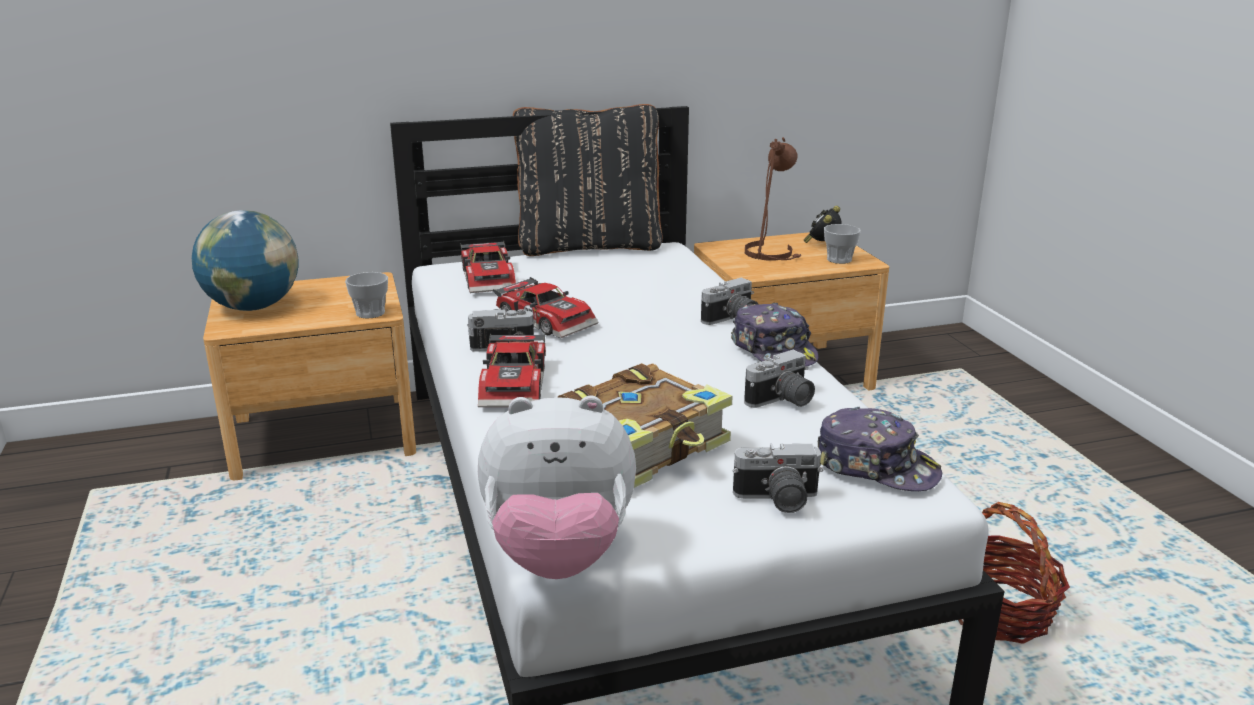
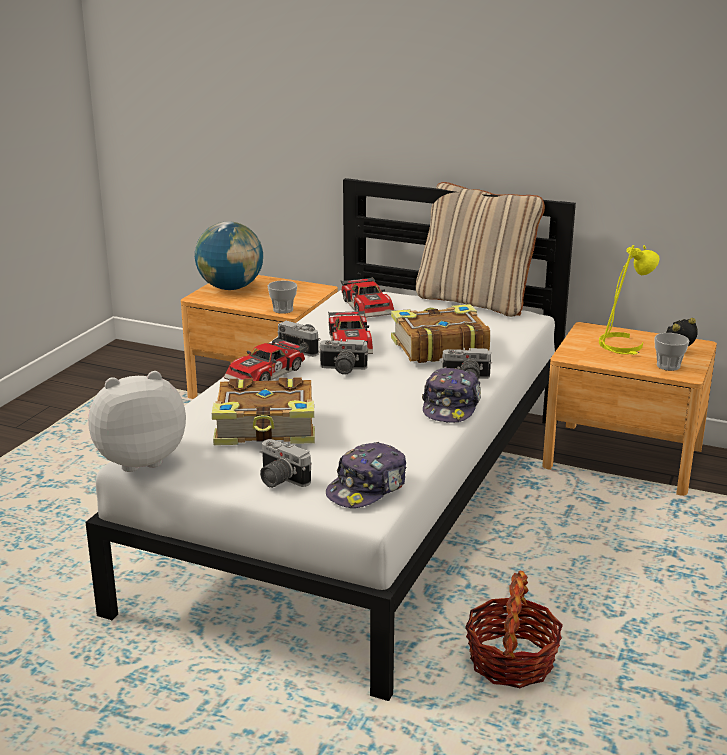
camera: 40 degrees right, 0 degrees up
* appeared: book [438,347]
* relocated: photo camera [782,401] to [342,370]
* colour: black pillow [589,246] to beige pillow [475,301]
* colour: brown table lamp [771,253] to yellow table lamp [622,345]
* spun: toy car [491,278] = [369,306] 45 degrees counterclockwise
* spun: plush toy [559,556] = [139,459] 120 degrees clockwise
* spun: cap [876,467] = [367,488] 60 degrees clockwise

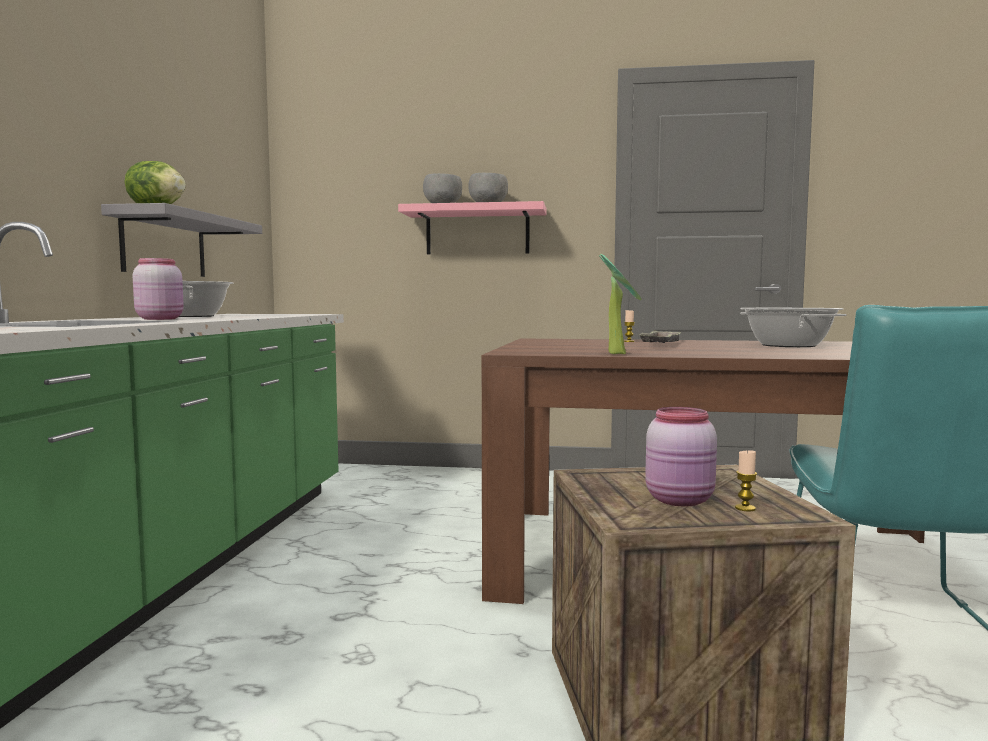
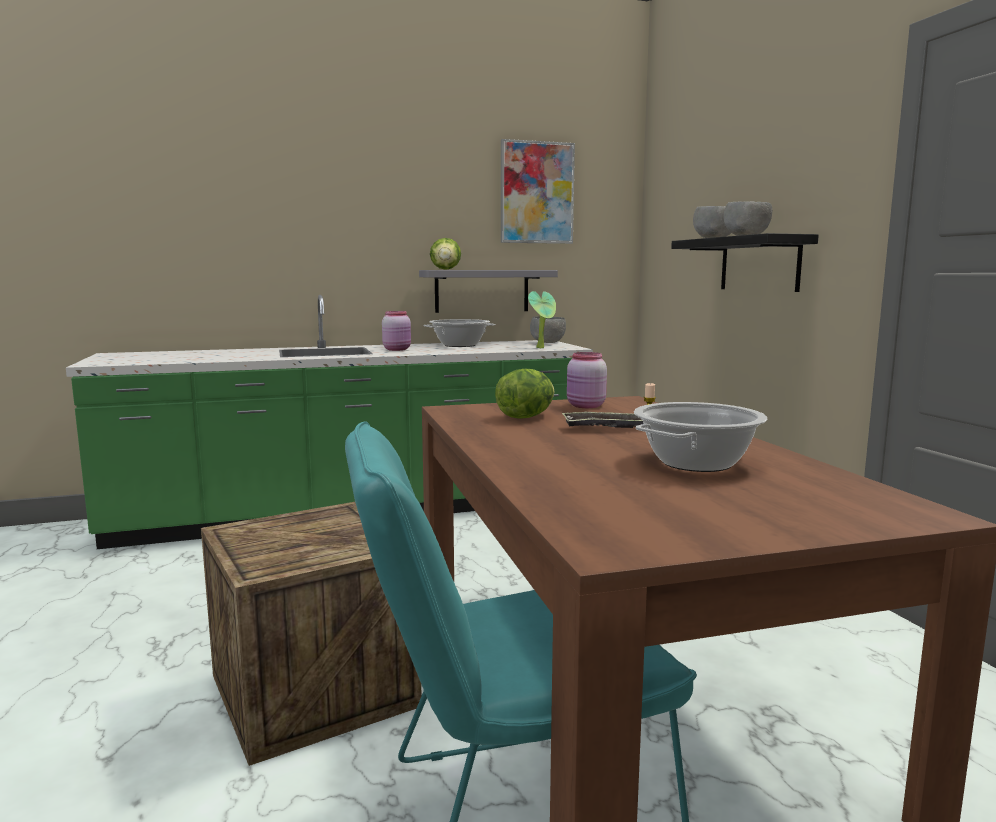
camera: 65 degrees right, 5 degrees up
* missing: candle [745,508]
* appeared: lettuce [526,417]
* appeared: picture [537,193]
* appeared: grey bowl [548,343]
* relocated: potted plant [619,353] to [542,348]
* relocated: pink jar [681,500] to [585,406]
* colour: pink shelf [477,231] to black shelf [759,264]

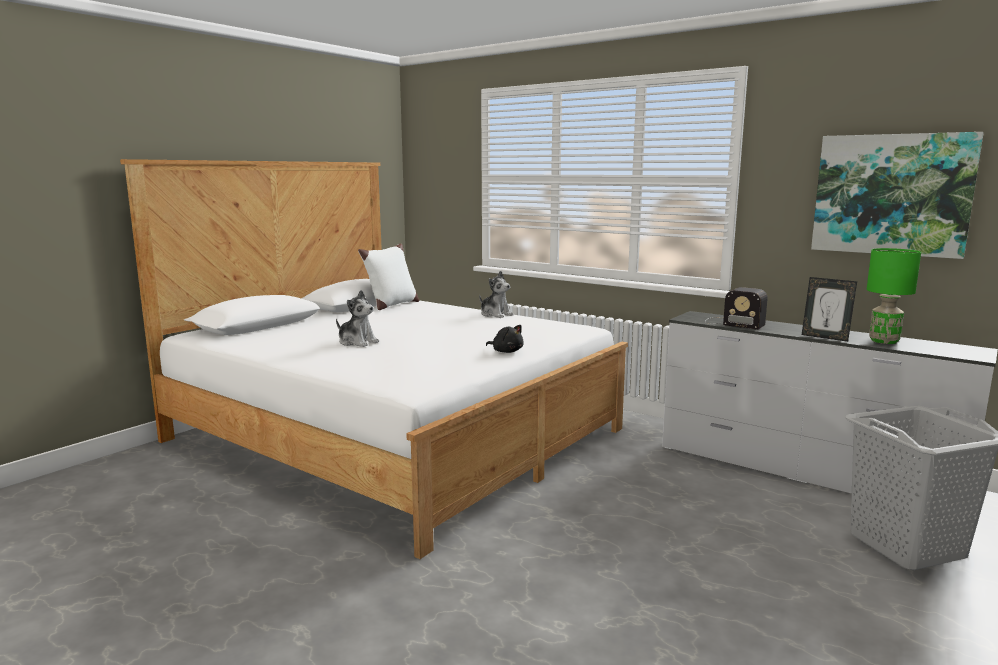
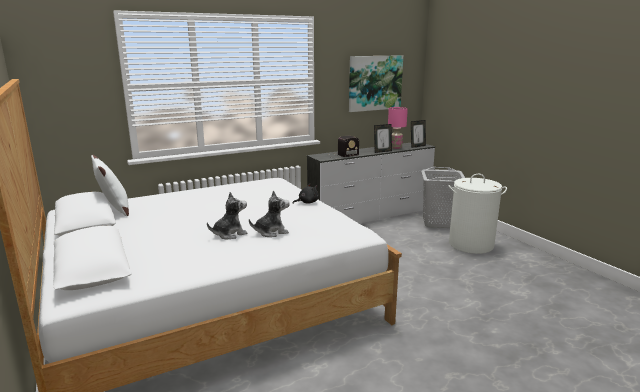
camera: 65 degrees left, 5 degrees up
* appeared: picture frame [417,146]
* appeared: white laundry basket [471,244]
* relocated: plush toy [495,314] to [271,232]
* colour: green table lamp [884,341] to pink table lamp [396,147]

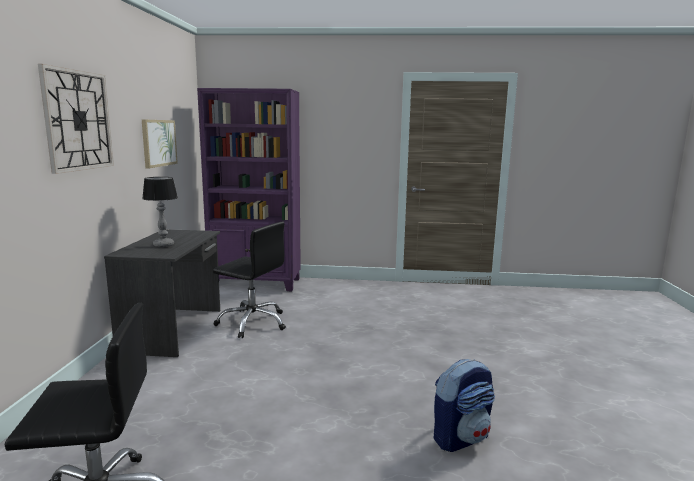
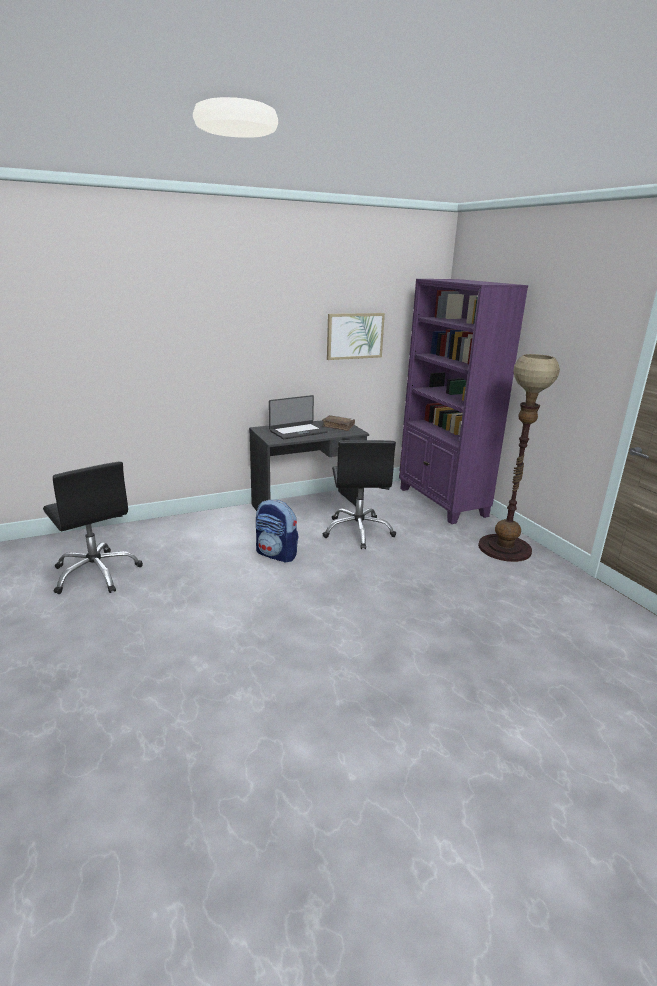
camera: 60 degrees right, 10 degrees up
* missing: wall clock [78,120]
* appeared: brown book [338,426]
* appeared: floor lamp [505,548]
* relocated: backpack [461,437] to [277,554]
* exchanged: table lamp [163,245] to laptop [298,431]

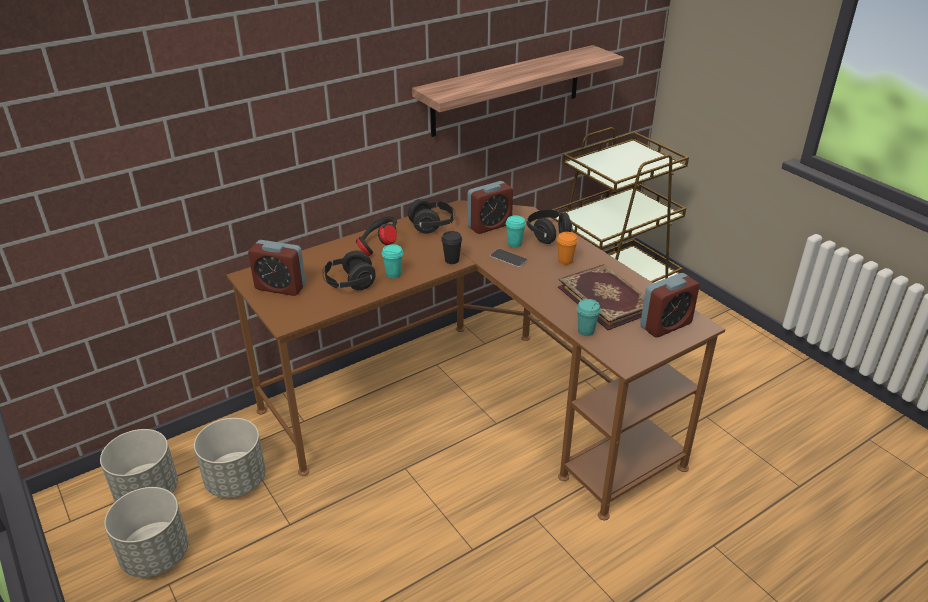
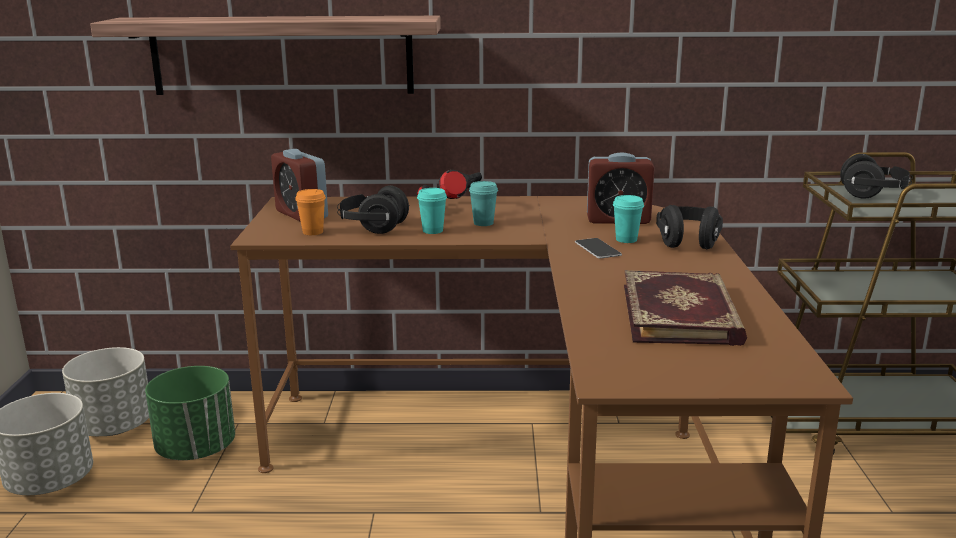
camera: 35 degrees right, 15 degrees down
* missing: black cup [452,260]
* missing: alarm clock [665,325]
* relocated: black headphones [432,226] to [873,194]
* relocated: shelf [507,90] to [282,55]
* relocated: orange cup [565,261] to [313,232]
* relocated: turquoise cup [586,331] to [483,223]
* colour: grey planter [236,480] to green planter [197,449]

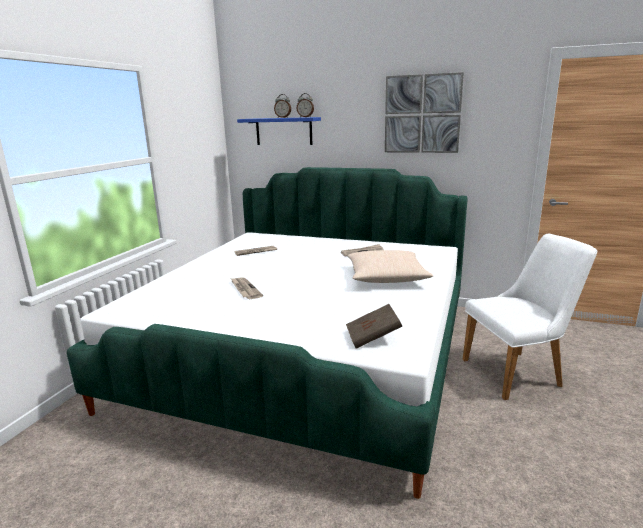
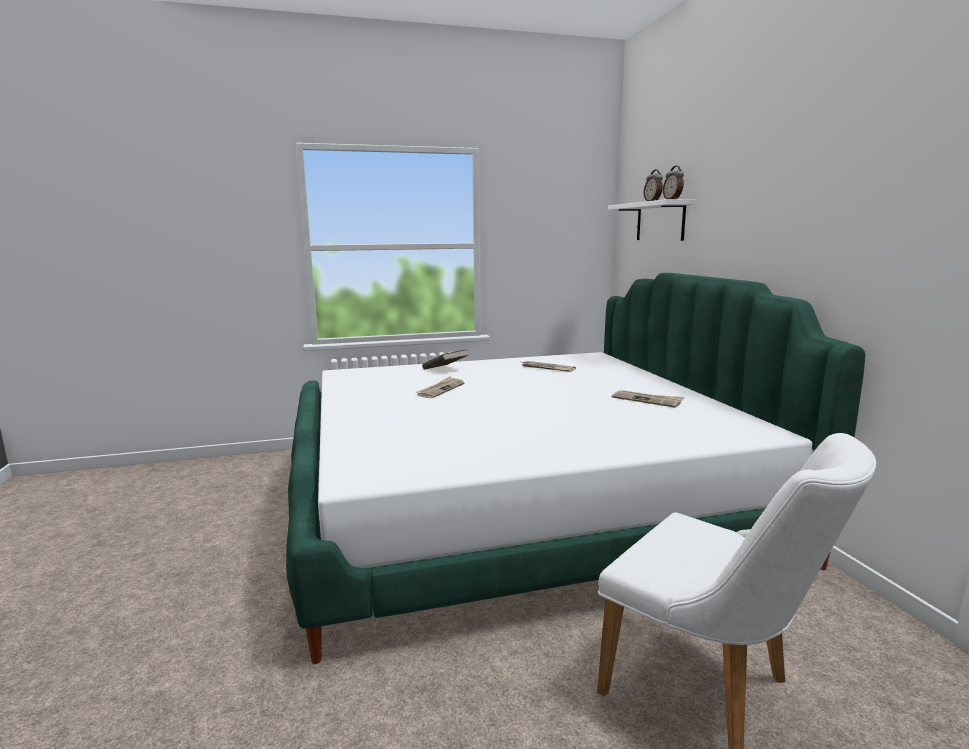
camera: 55 degrees right, 5 degrees down
* missing: beige pillow [386,277]
* missing: picture [422,114]
* relocated: brown book [373,338] to [445,370]
* colour: blue shelf [283,131] to white shelf [660,221]

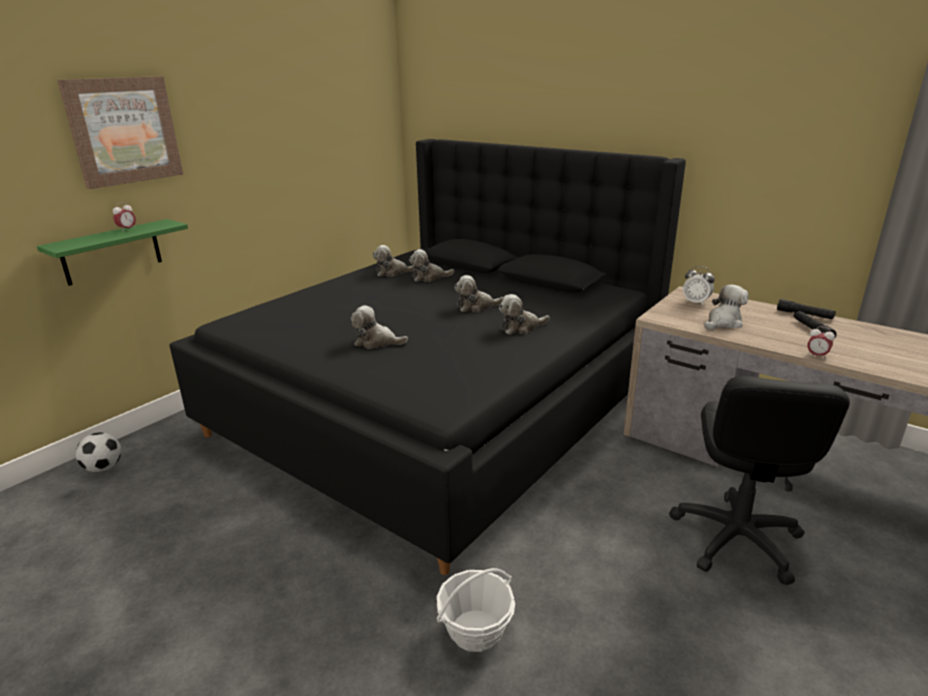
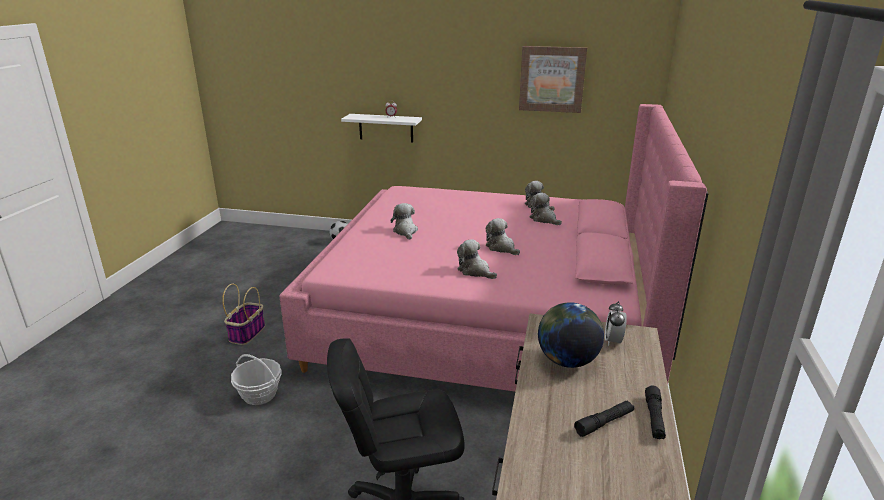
camera: 65 degrees right, 0 degrees up
* missing: alarm clock [816,356]
* appeared: basket [247,333]
* relocated: picture [123,131] to [552,79]
* exchanged: plush toy [723,323] to globe [567,361]
* colour: green shelf [111,252] to white shelf [386,128]
* colour: black bed [442,406] to pink bed [488,319]

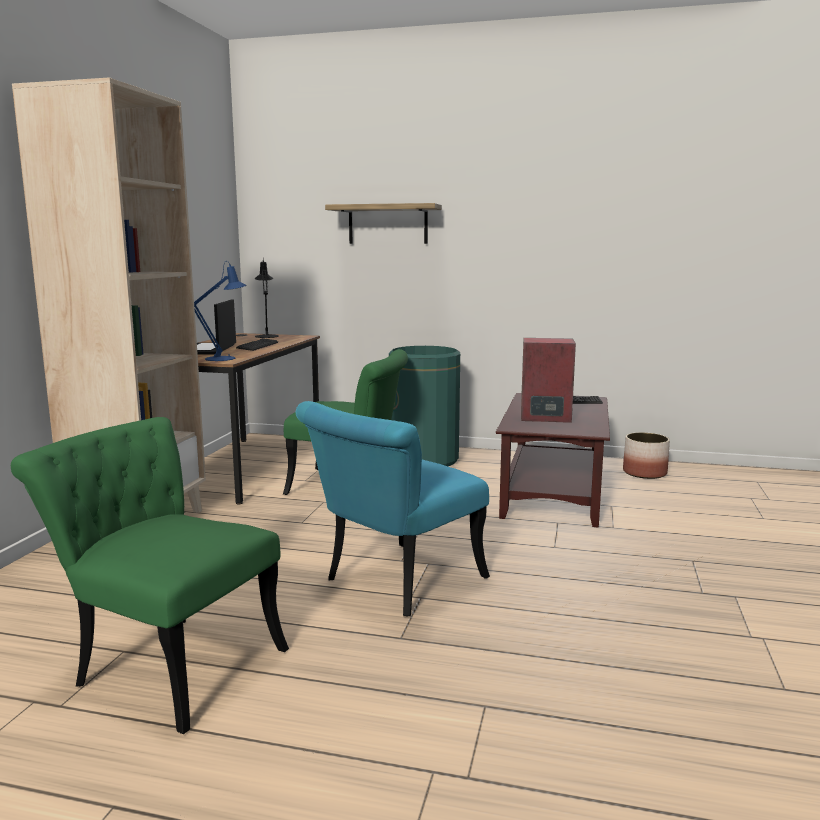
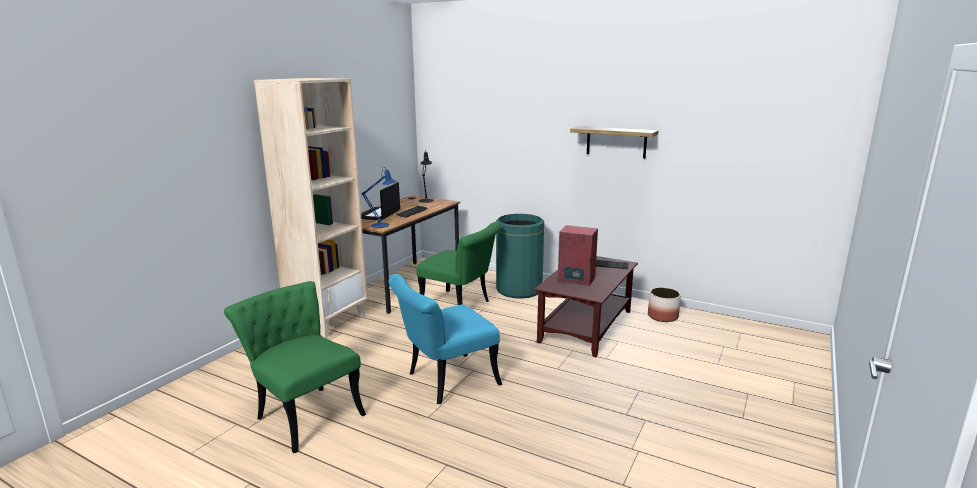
camera: 15 degrees right, 5 degrees up
* relocated: shelf [388,224] to [616,142]

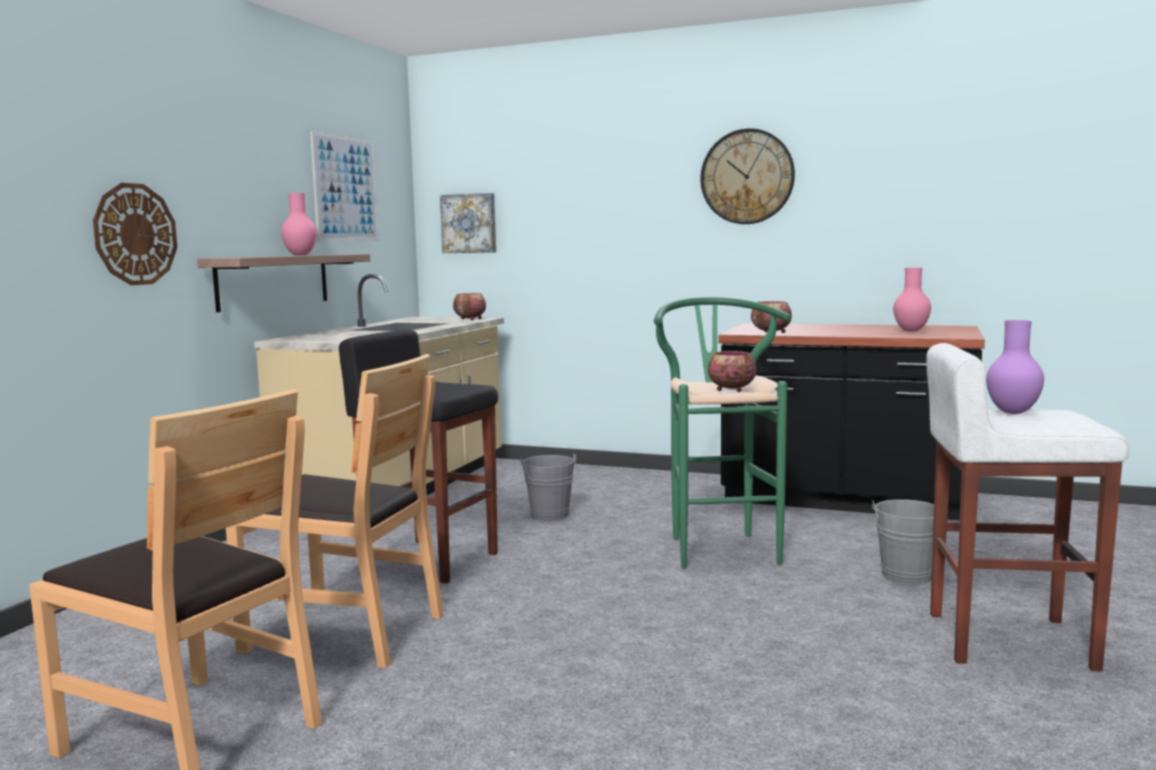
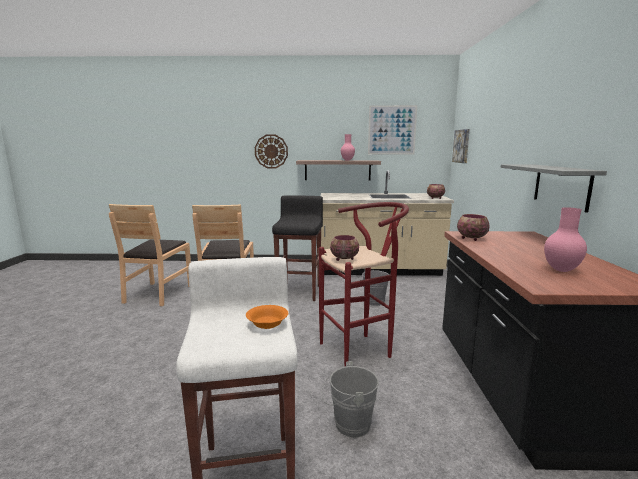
camera: 70 degrees right, 5 degrees up
* missing: wall clock [747,177]
* appeared: grey shelf [561,186]
* exchanged: purple vase [1012,412] to orange bowl [267,324]
* colour: green stool [719,547] to red stool [361,350]

